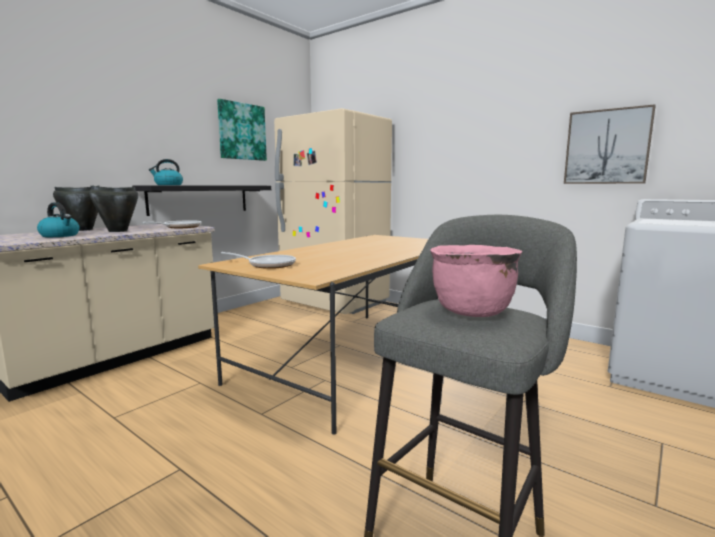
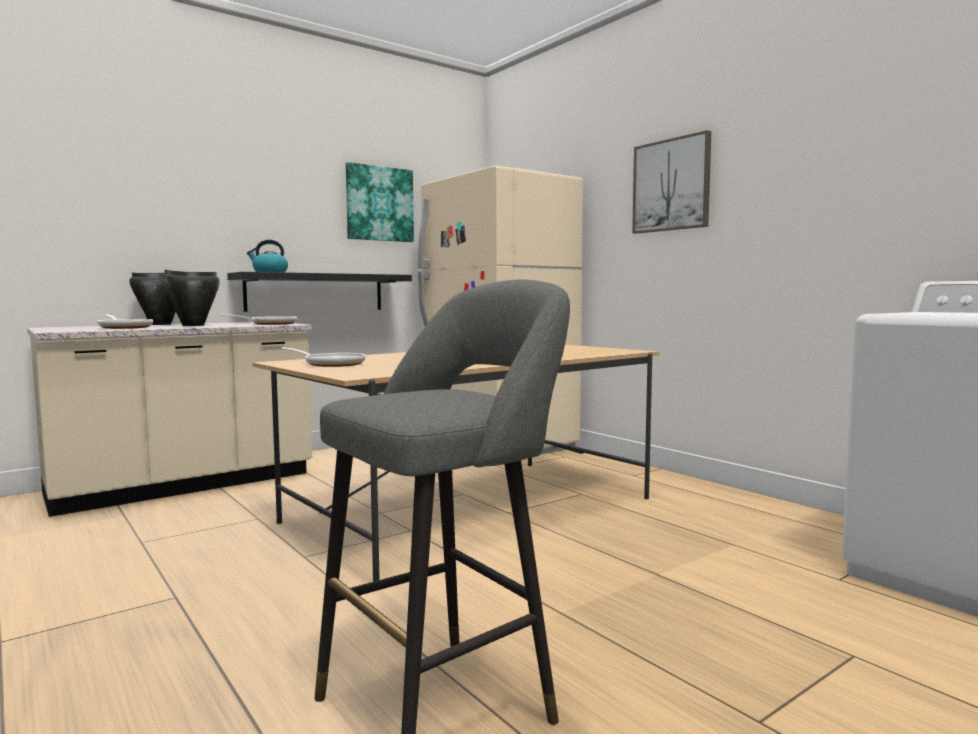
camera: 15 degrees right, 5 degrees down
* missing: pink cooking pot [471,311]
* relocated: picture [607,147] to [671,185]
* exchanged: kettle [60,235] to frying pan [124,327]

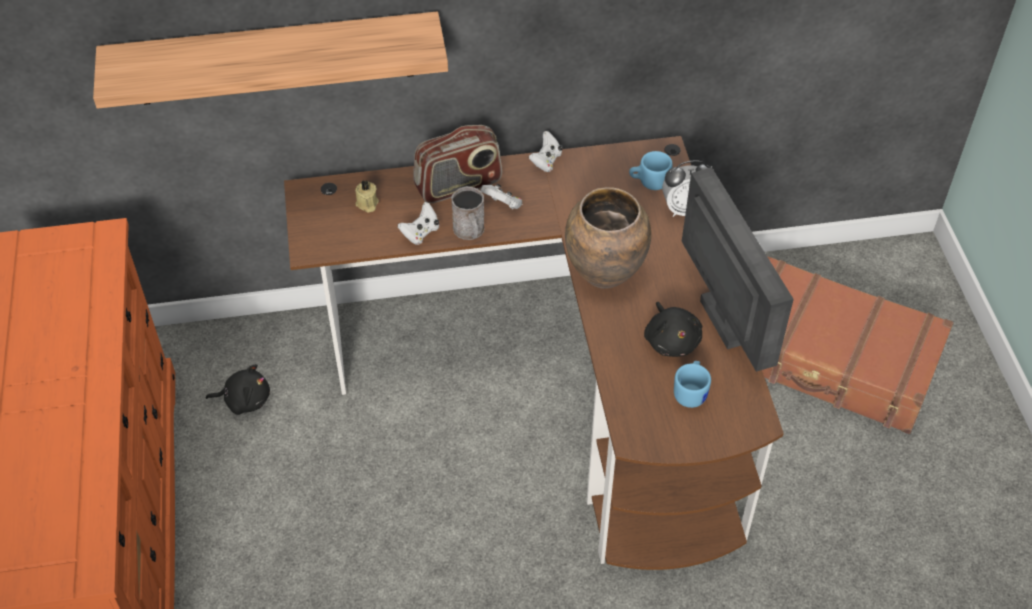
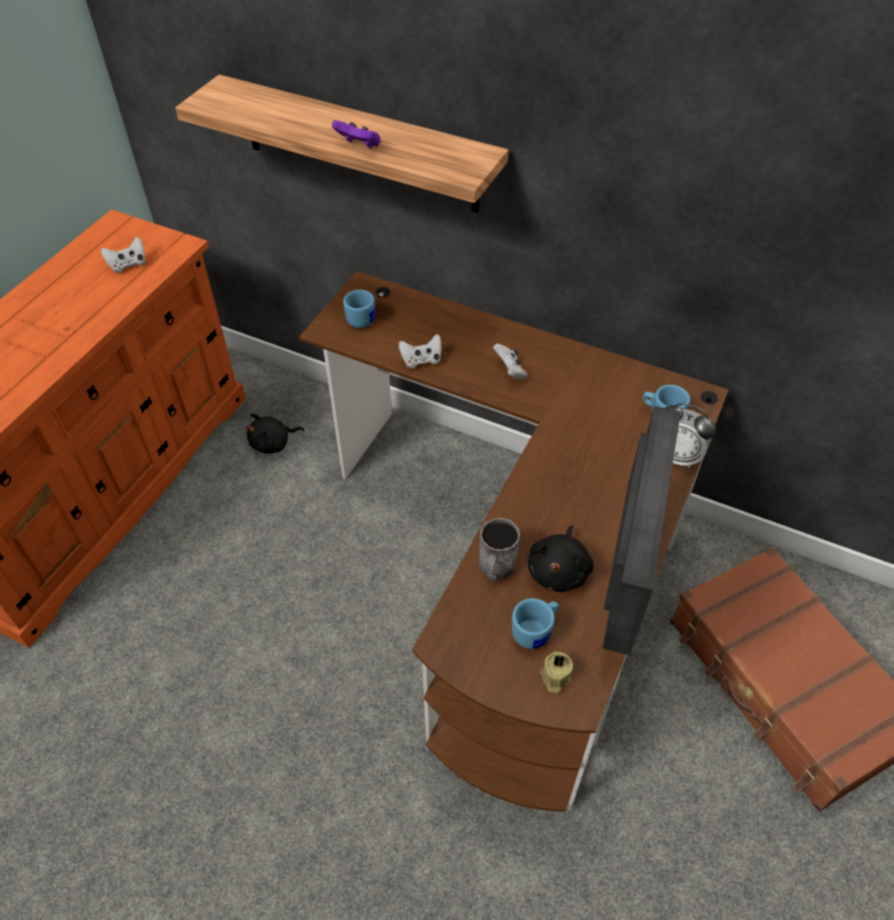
camera: 35 degrees right, 0 degrees up
* missing: radio [458,185]
* missing: brown vase [605,273]
* appeared: purple game controller [359,146]
* appeared: blue mug [362,317]
* relocated: beige candle [367,204] to [554,678]
* relocated: grey mug [470,231] to [495,568]
* relocated: white game controller [546,161] to [128,265]
* spun: black plush toy [245,400] = [273,443] 120 degrees clockwise

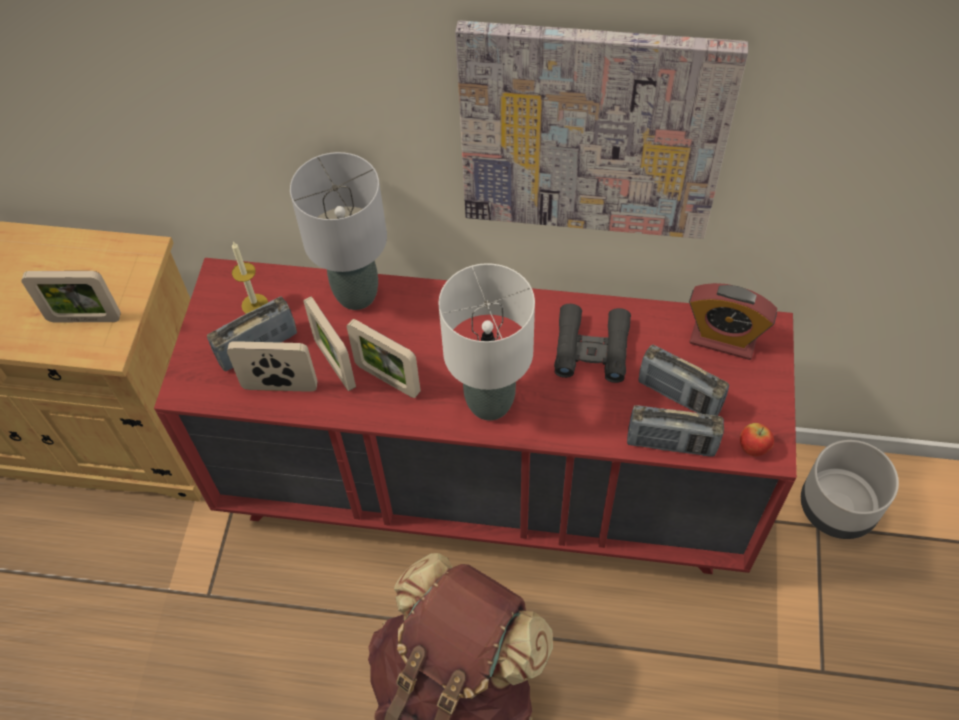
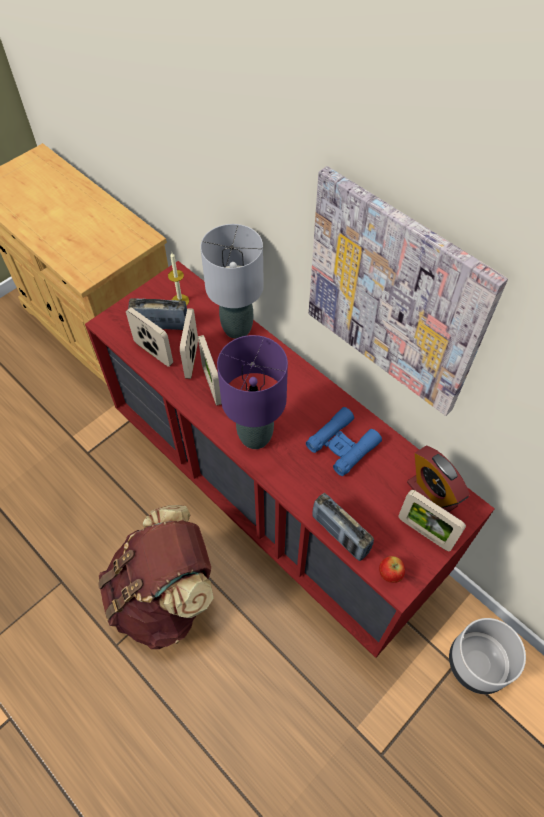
camera: 35 degrees right, 0 degrees up
* missing: radio [679,396]
* relocated: picture frame [85,319] to [424,532]
* colour: white table lamp [490,402] to purple table lamp [256,436]
* colour: black binoculars [591,349] to blue binoculars [342,445]

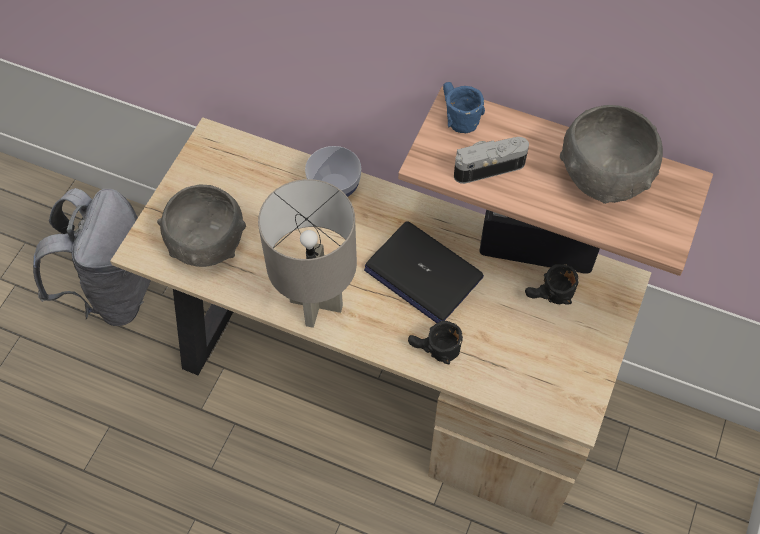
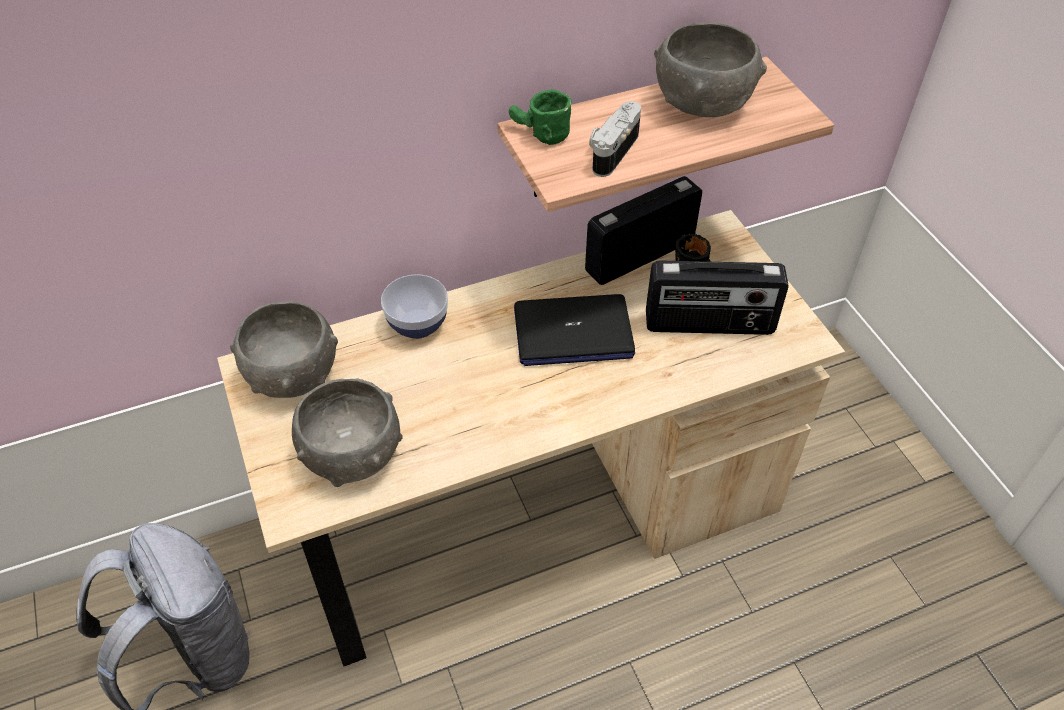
camera: 45 degrees left, 10 degrees down
* missing: grey table lamp [315,304]
* missing: black mug [434,351]
* appeared: grey bowl [292,374]
* appeared: radio [709,325]
* colour: blue mug [456,116] to green mug [538,134]

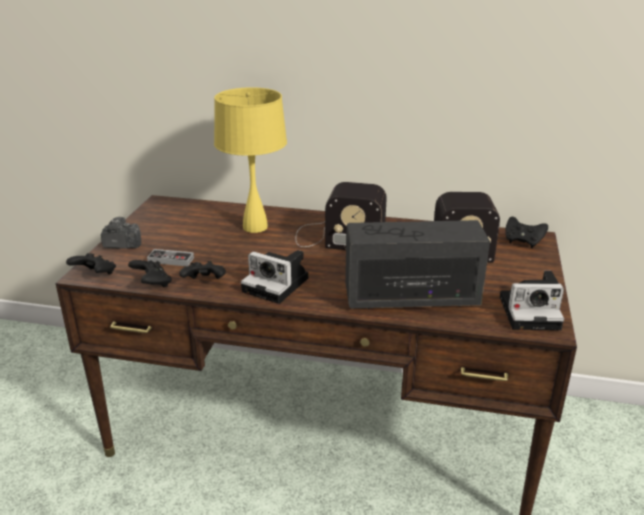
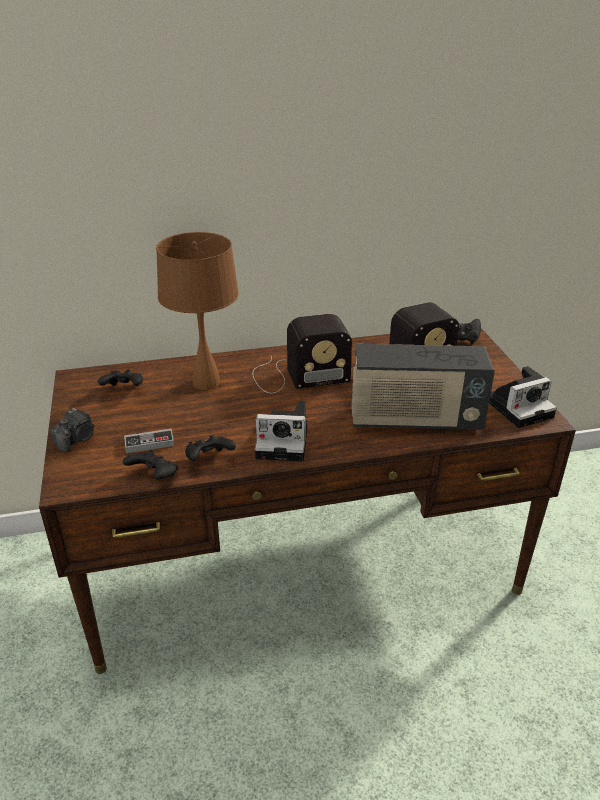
camera: 25 degrees left, 5 degrees up
* relocated: black game controller [95,275] to [124,390]
* colour: yellow table lamp [254,227] to brown table lamp [206,383]
* spun: photo camera [122,245] = [77,439] 150 degrees clockwise
* spun: radio [412,297] = [415,420] 150 degrees counterclockwise

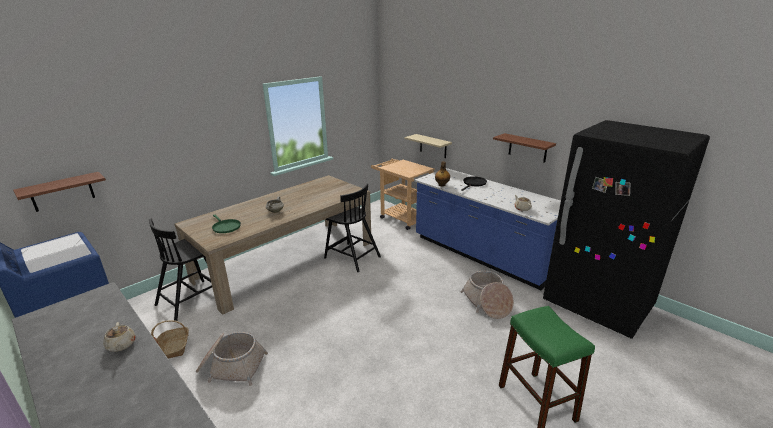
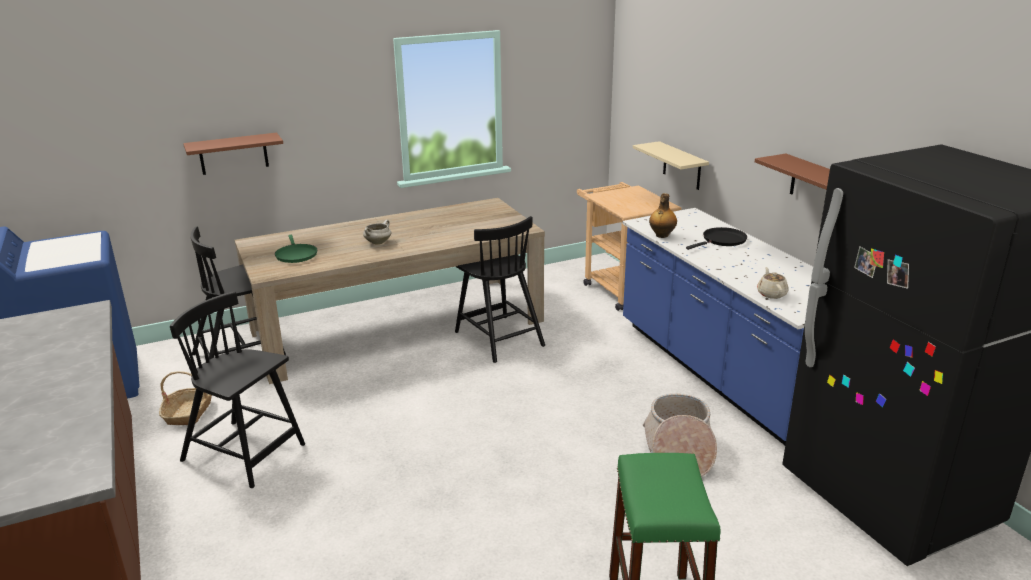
camera: 20 degrees right, 0 degrees up
* missing: beige teapot [121,345]
* relocated: brown shelf [62,192] to [233,154]
* exchanged: basket [231,366] to black chair [245,453]

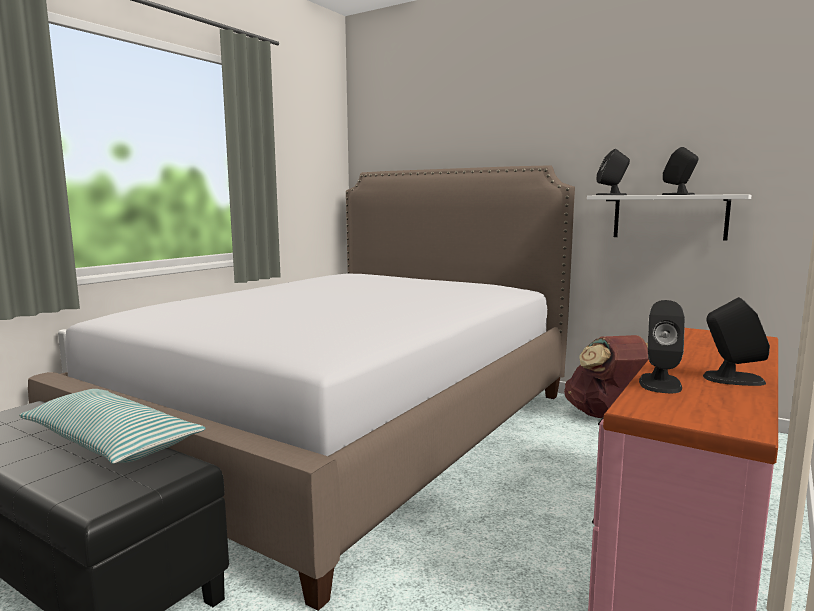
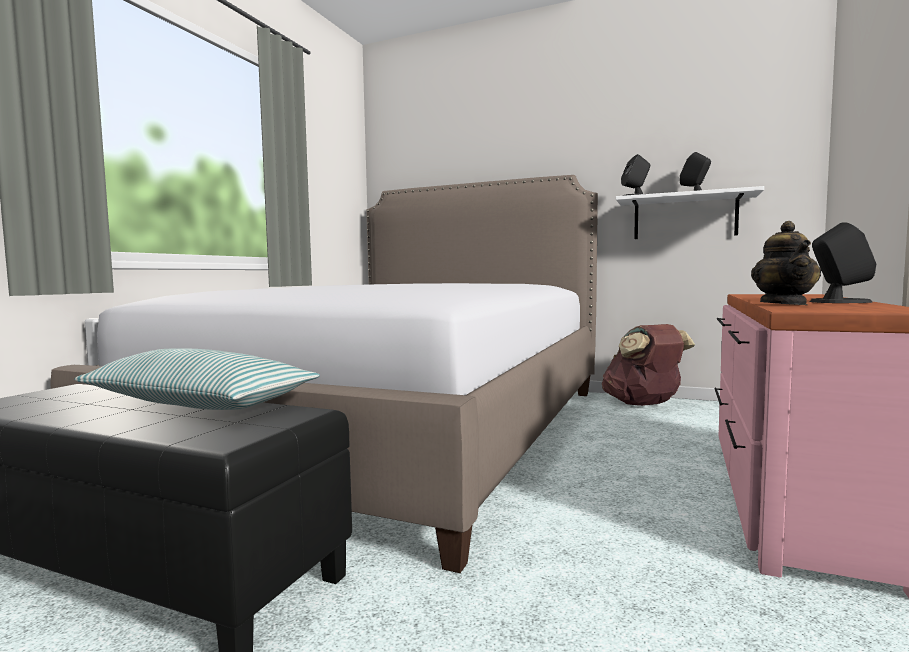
camera: 10 degrees left, 5 degrees down
* exchanged: black speaker [660,383] to teapot [784,304]

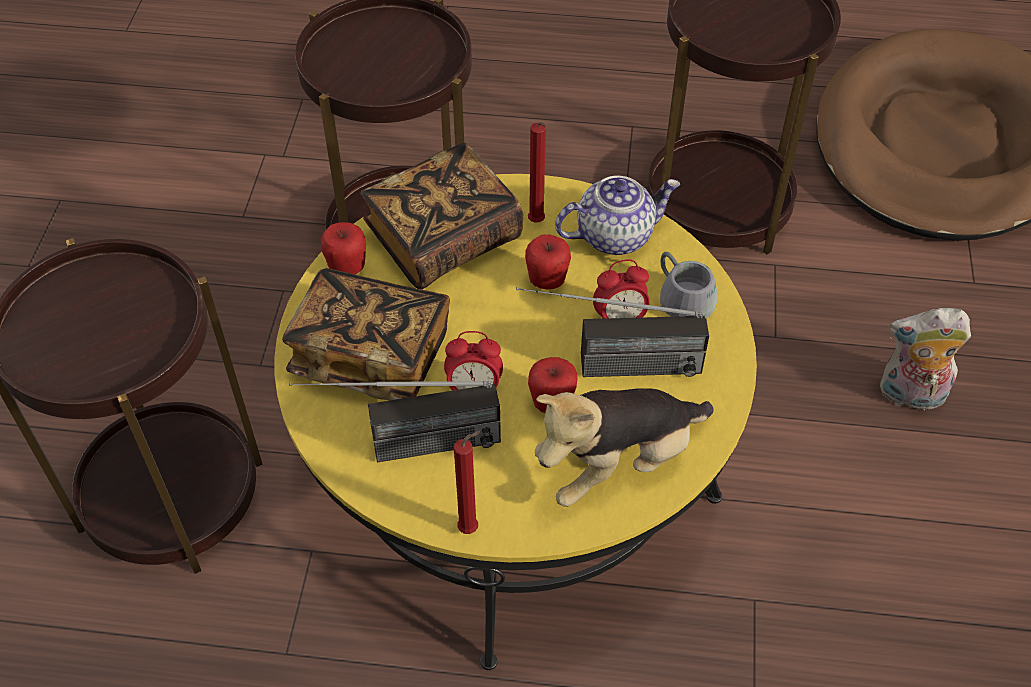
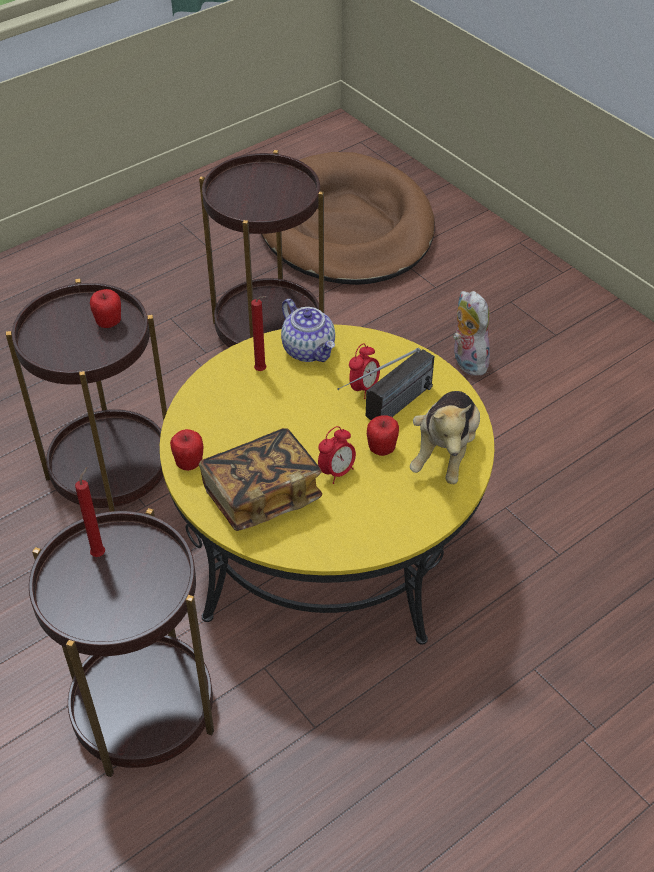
camera: 45 degrees left, 5 degrees down
* missing: radio [403,448]
* missing: book [443,238]
* missing: grey mug [687,294]
* relocated: red candle [471,528] to [100,553]
* relocated: apple [547,281] to [109,323]
* spun: teapot [615,235] = [309,350] 120 degrees clockwise
* spun: plush toy [909,395] = [466,361] 105 degrees clockwise

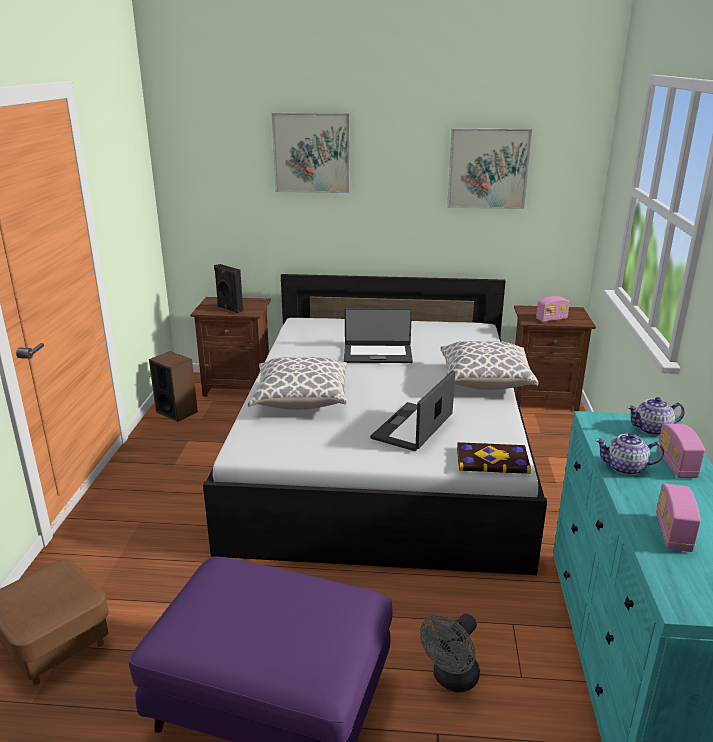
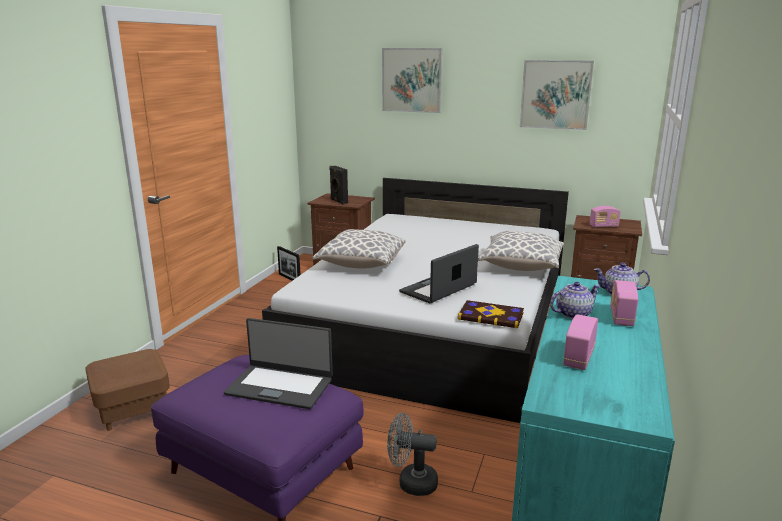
camera: 15 degrees right, 5 degrees down
* relocated: laptop [377,354] to [280,386]
* exchanged: speaker [177,412] to picture frame [289,278]
* spun: grey fan [451,679] = [411,482] 45 degrees clockwise
* spun: teapot [626,468] = [572,314] 135 degrees clockwise

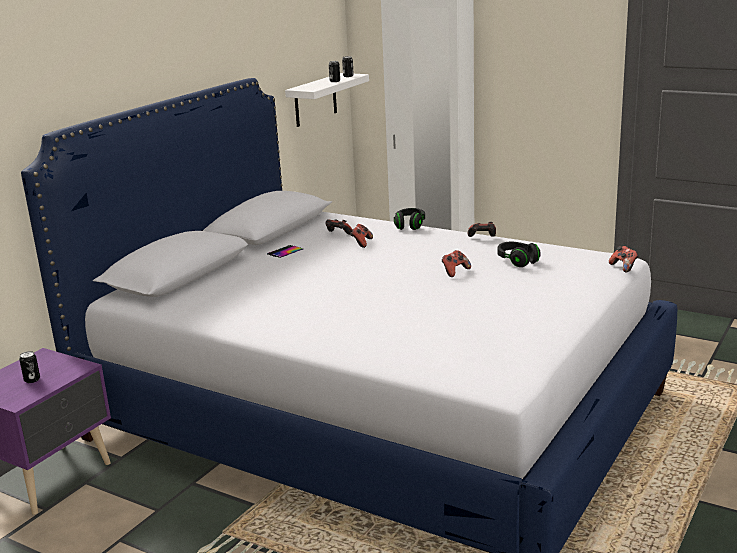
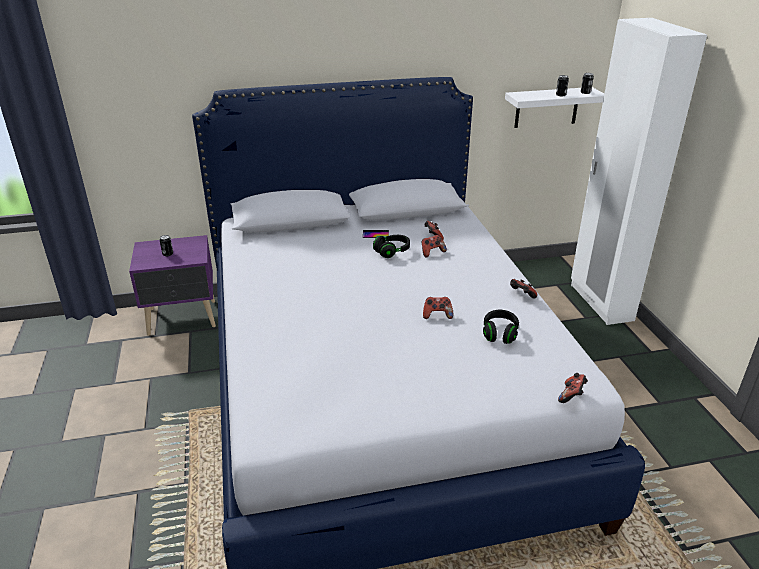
camera: 45 degrees right, 10 degrees up
* relocated: black headphones [409,225] to [392,252]

